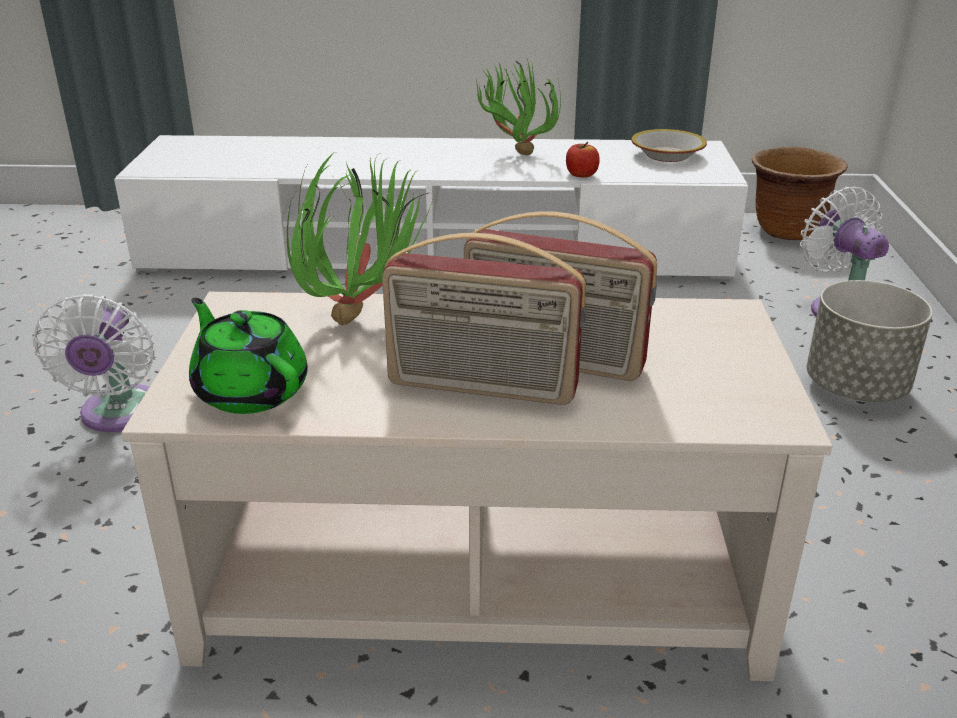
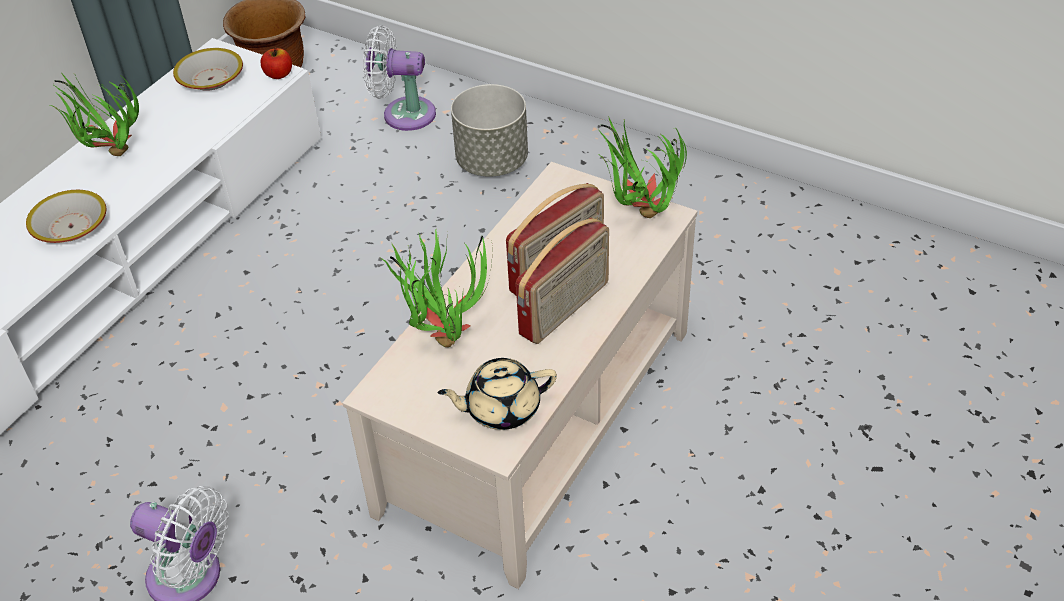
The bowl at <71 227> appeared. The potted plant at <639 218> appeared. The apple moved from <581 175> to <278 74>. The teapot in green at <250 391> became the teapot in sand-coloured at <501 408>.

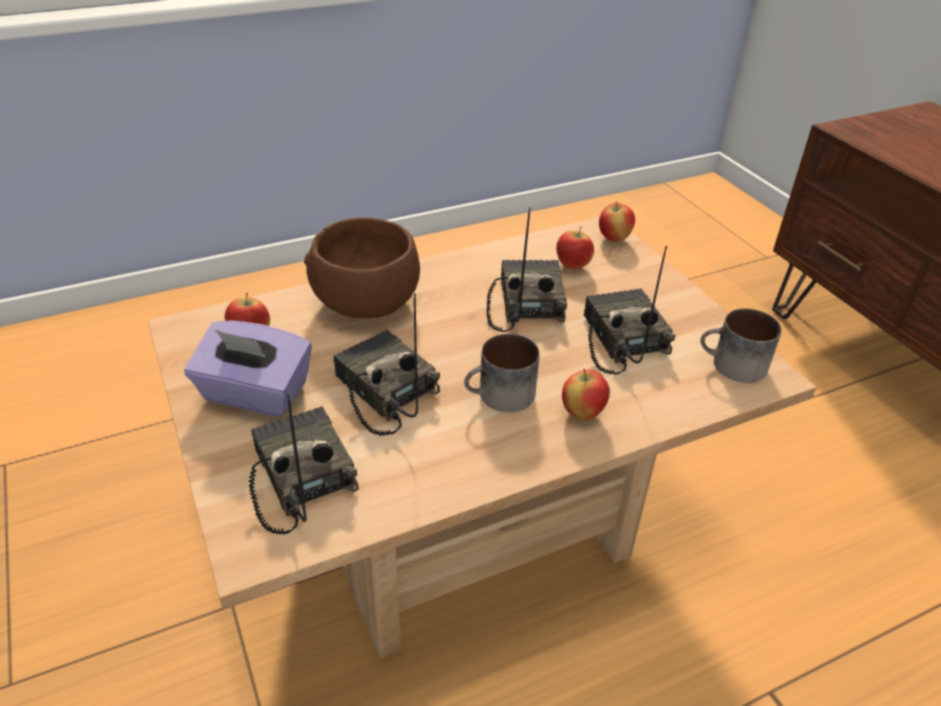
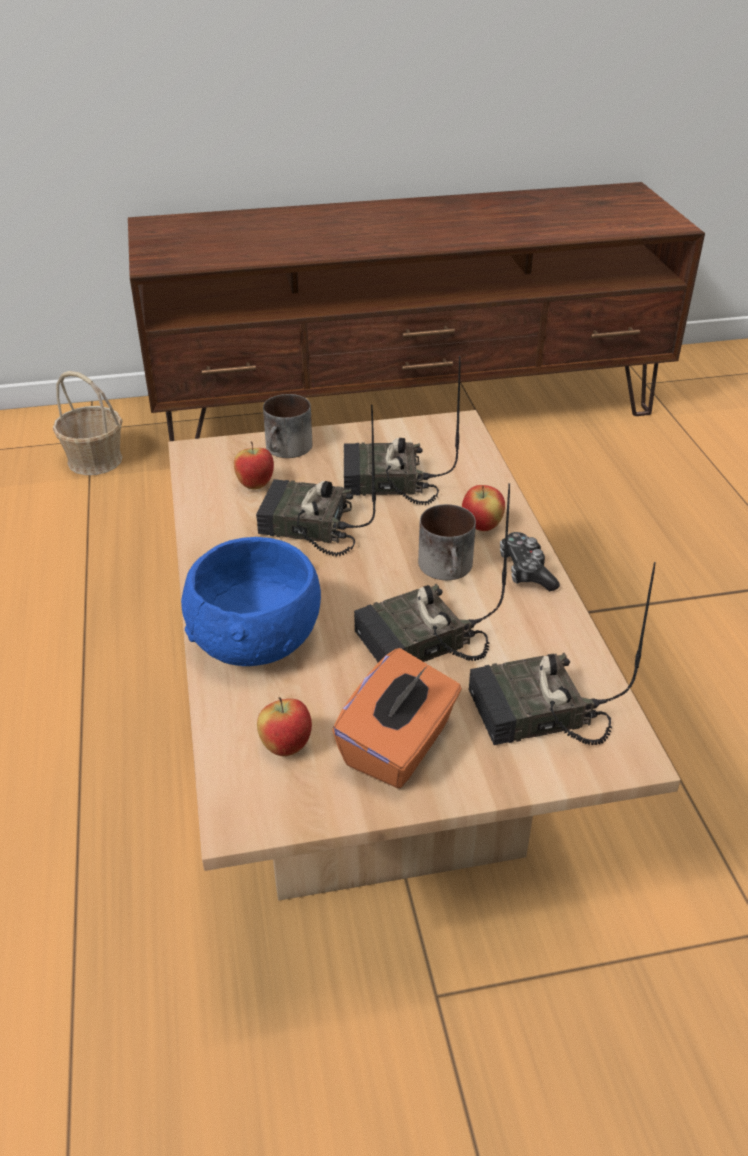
The apple at <614 239> disappeared. The household basket at <95 460> appeared. The joypad at <526 570> appeared. The coffee mug moved from <732 366> to <287 449>. The tissue box in purple at <254 394> became the tissue box in orange at <399 746>. The bowl in brown at <366 303> became the bowl in blue at <257 641>.

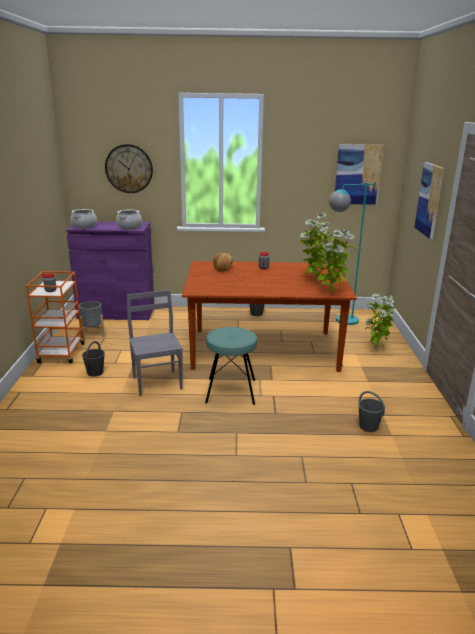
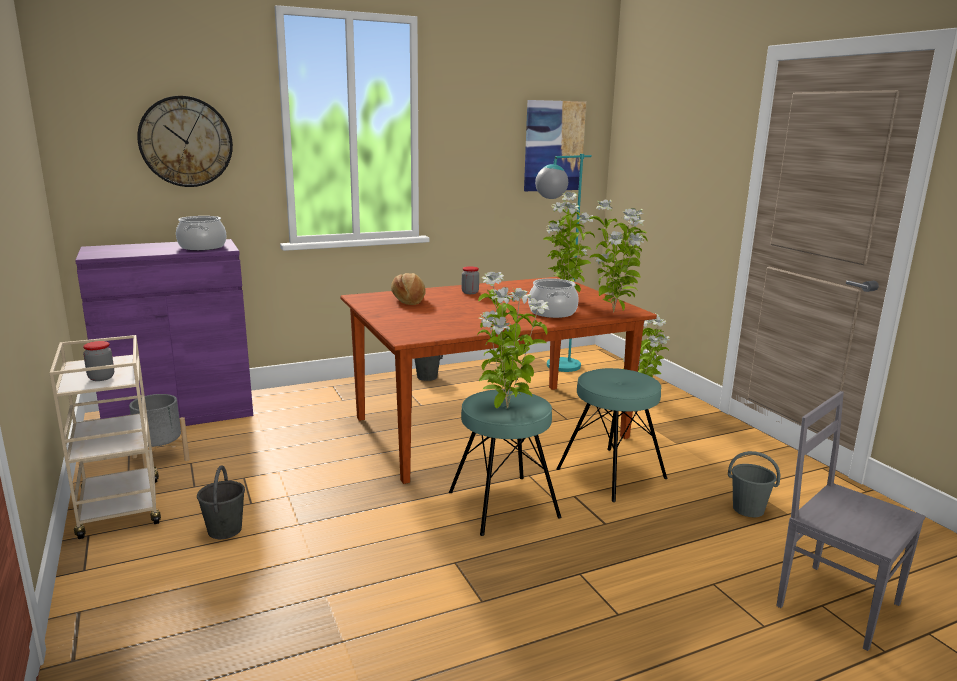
The picture at <429 199> disappeared. The potted plant at <506 409> appeared. The sitting stool in turquoise-coloured at <611 473> appeared. The stockpot moved from <84 226> to <553 312>. The chair in gray moved from <158 382> to <836 603>. The trolley in orange at <61 353> became the trolley in sand-coloured at <121 509>.

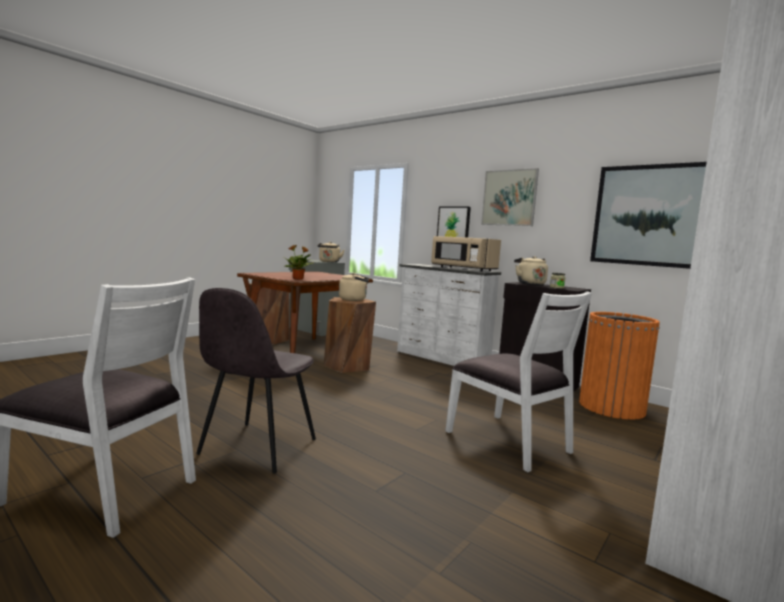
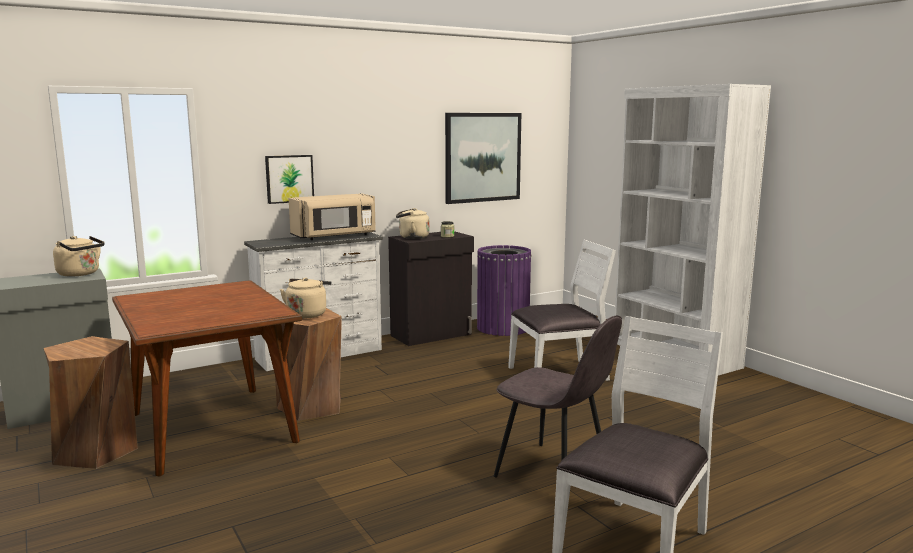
The potted plant at <298 279> disappeared. The picture at <509 198> disappeared. The waste bin in orange at <611 407> became the waste bin in purple at <503 328>.

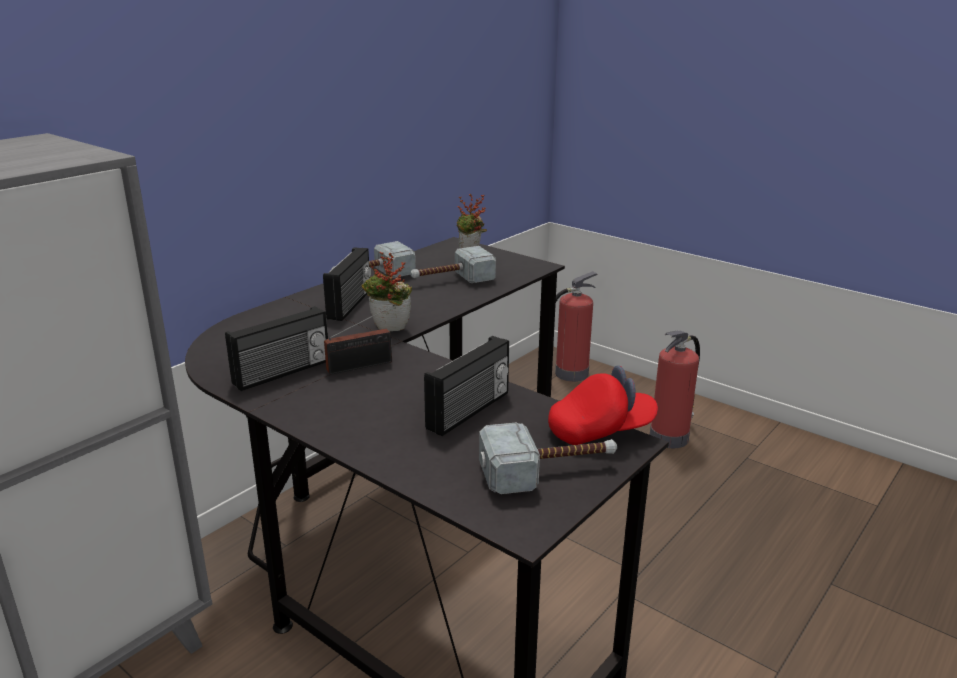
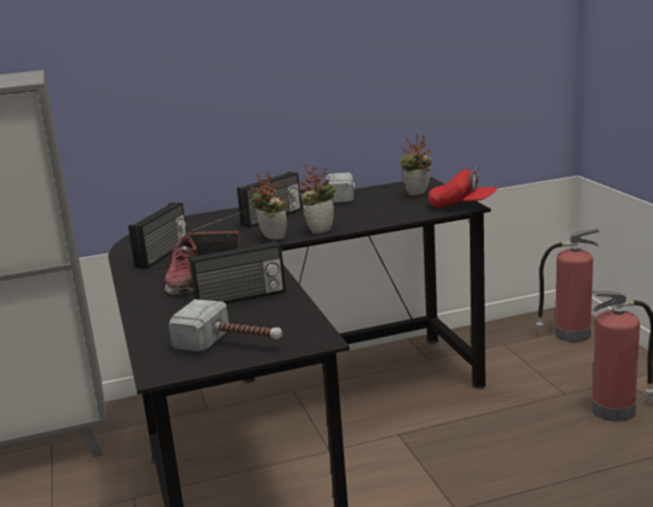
The hammer at <451 280> disappeared. The shoe at <183 281> appeared. The potted plant at <320 230> appeared. The baseball cap in red-coloured moved from <601 431> to <462 206>. The radio at <283 373> turned 60 degrees counterclockwise.

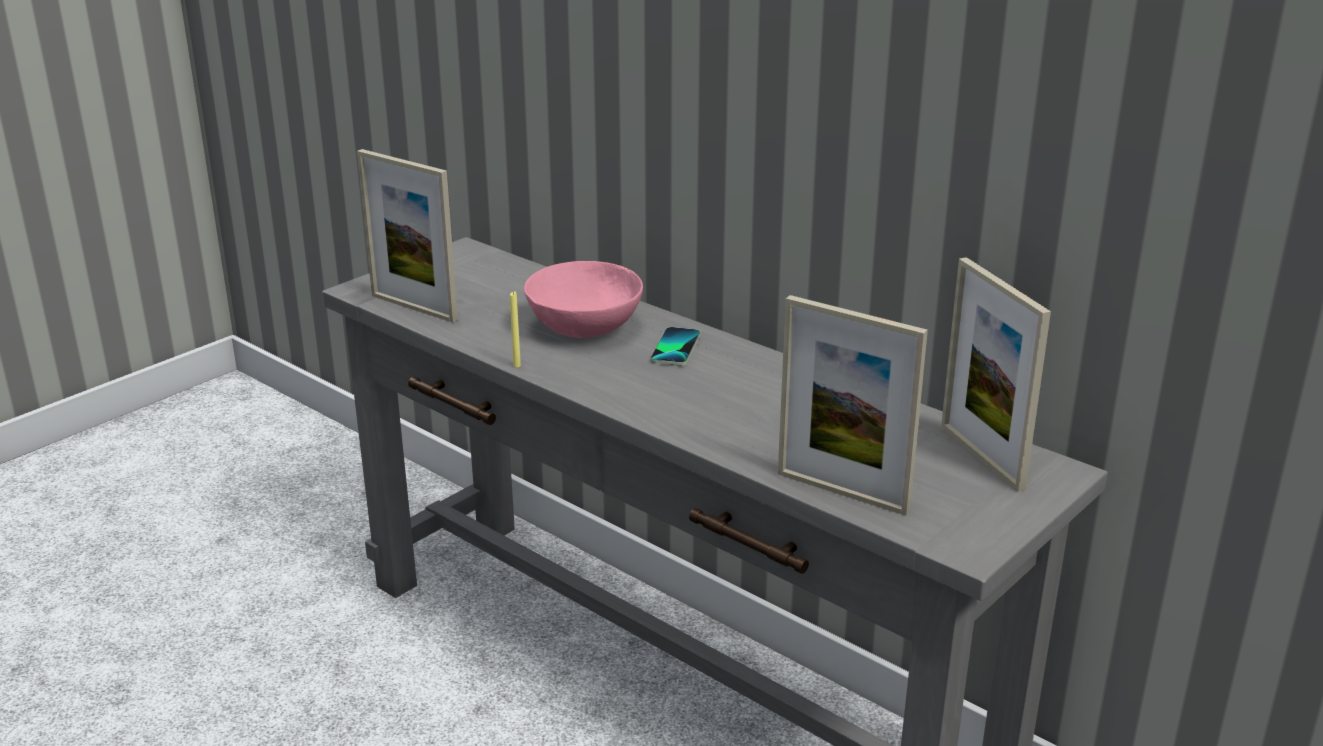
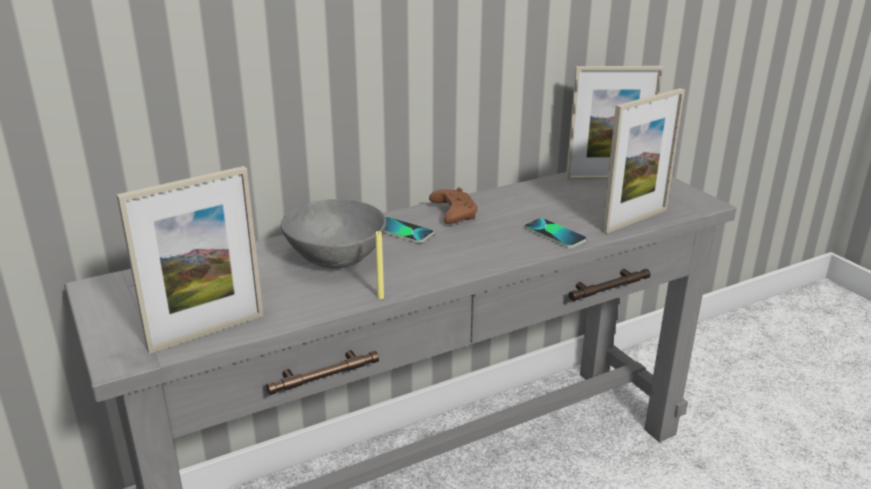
The joypad in brown at <453 214> appeared. The handset at <555 234> appeared. The bowl in pinkish at <585 329> became the bowl in gray at <336 258>.

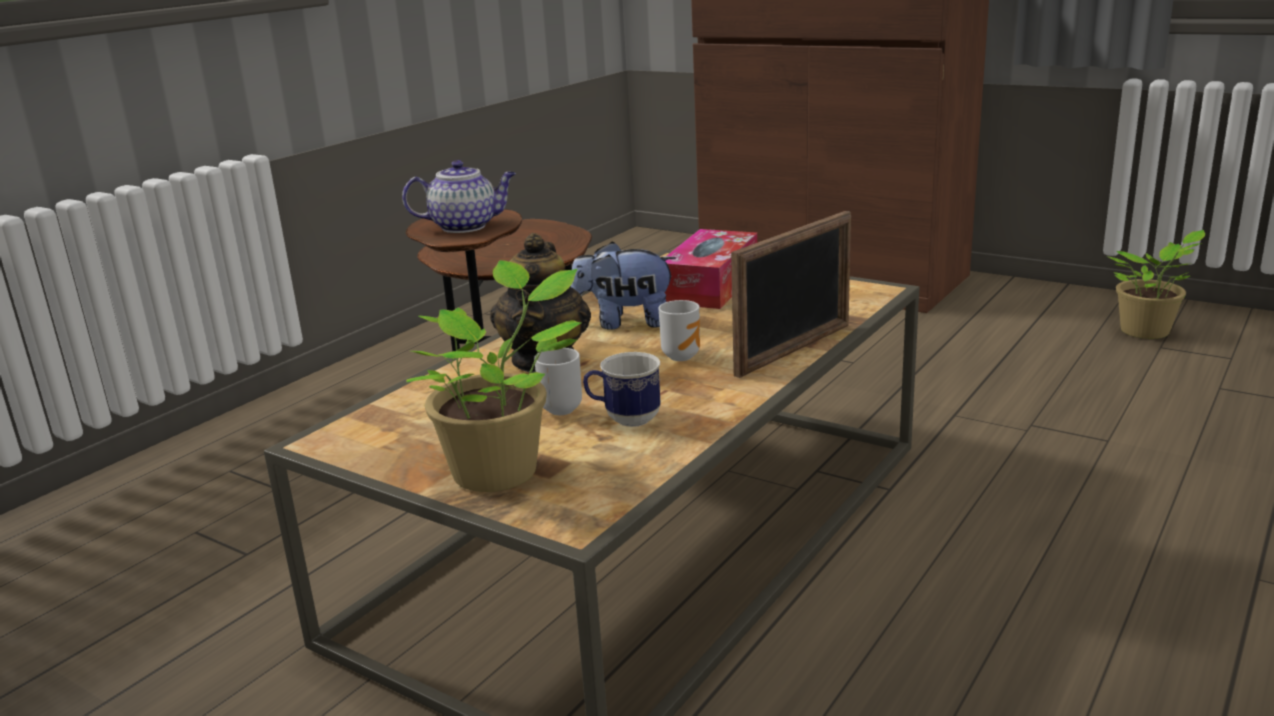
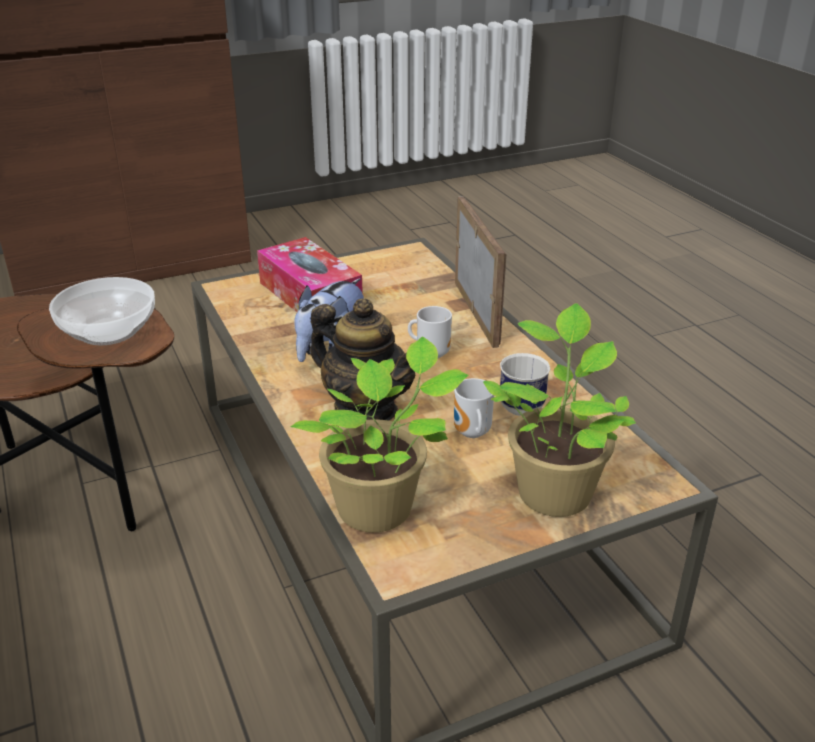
The potted plant moved from <1148 332> to <381 509>. The teapot at <466 226> was replaced by the bowl at <108 331>.

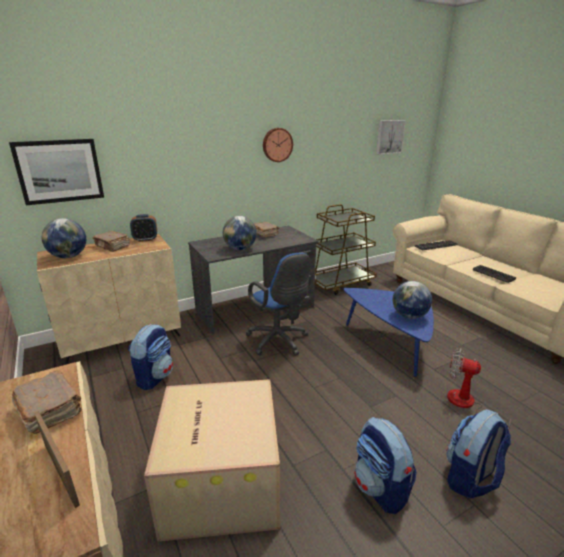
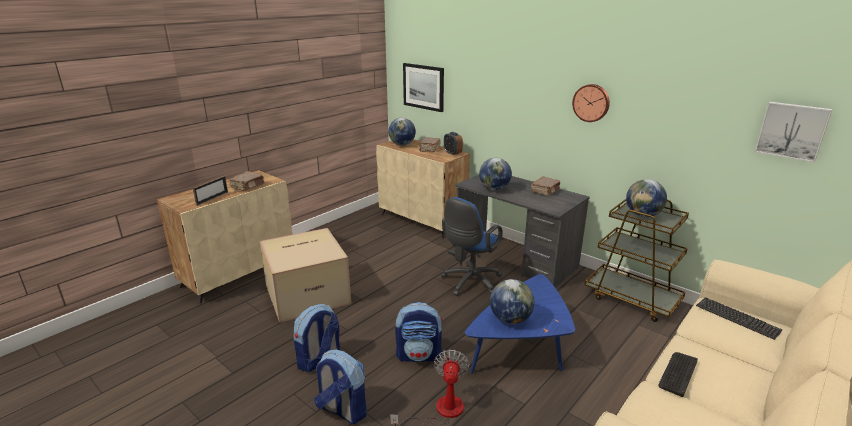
The world globe at <643 215> appeared. The backpack moved from <155 377> to <419 355>.

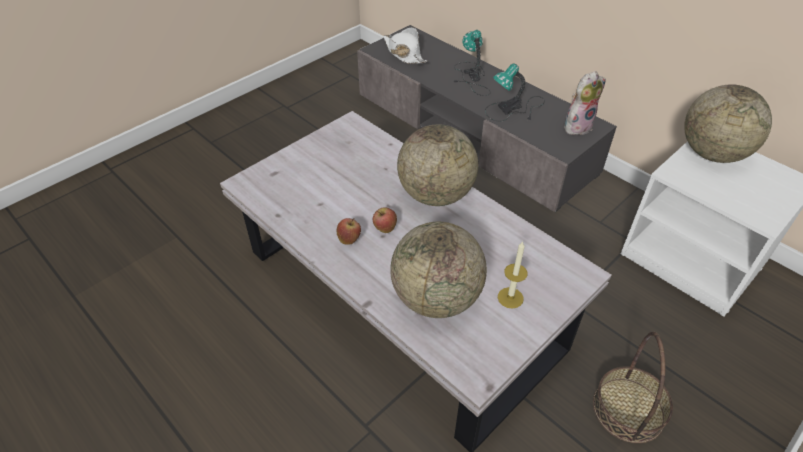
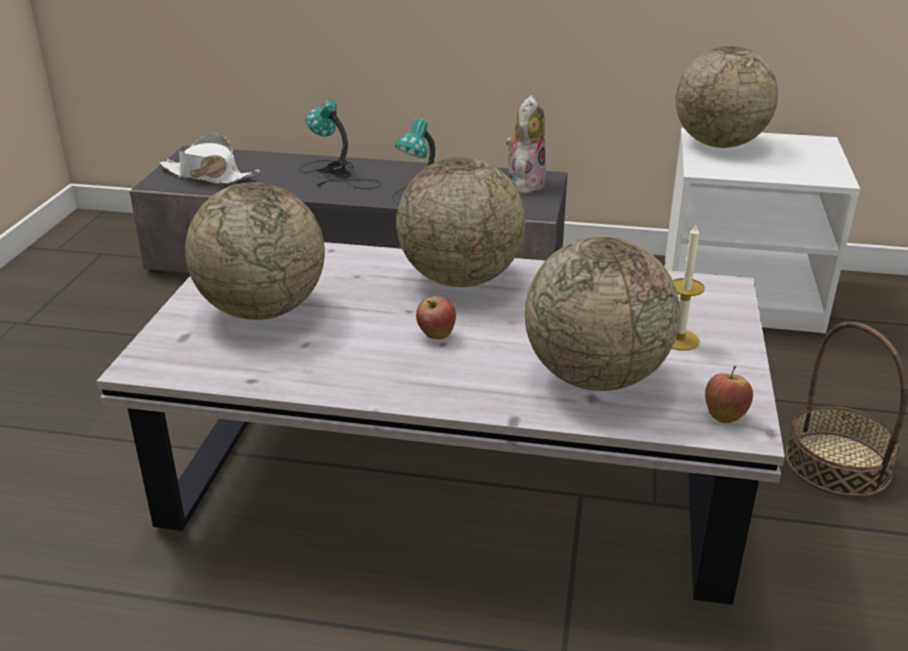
The world globe at <262 310> appeared. The apple moved from <349 239> to <724 415>.

